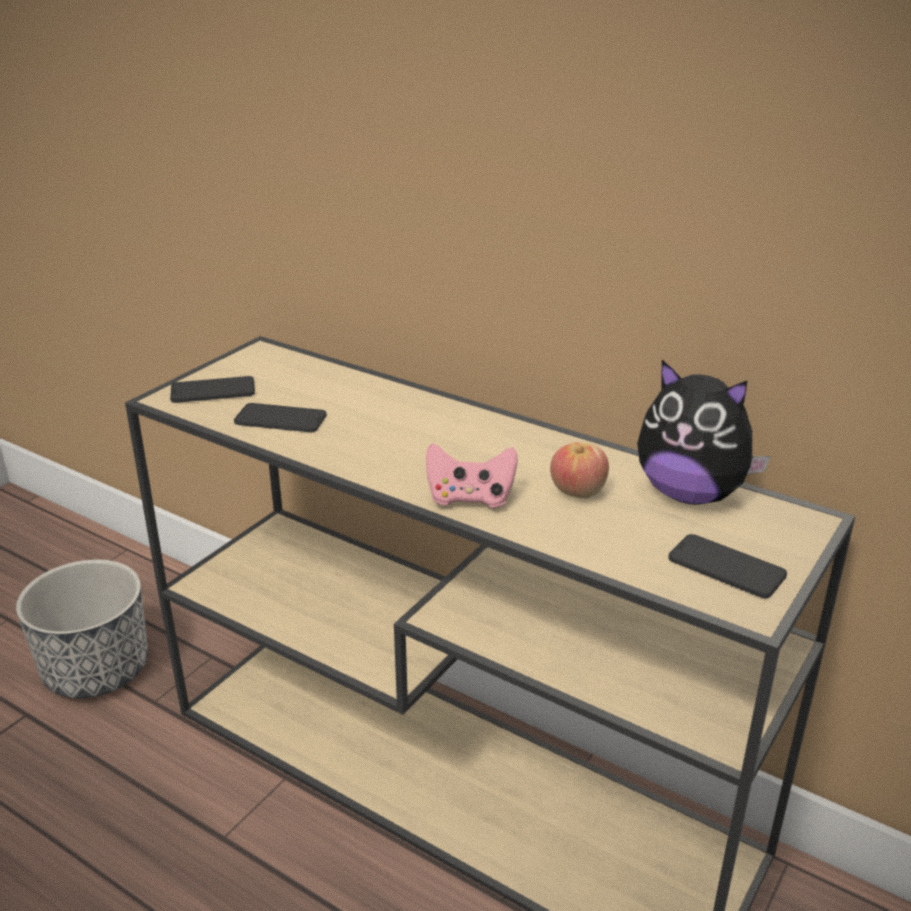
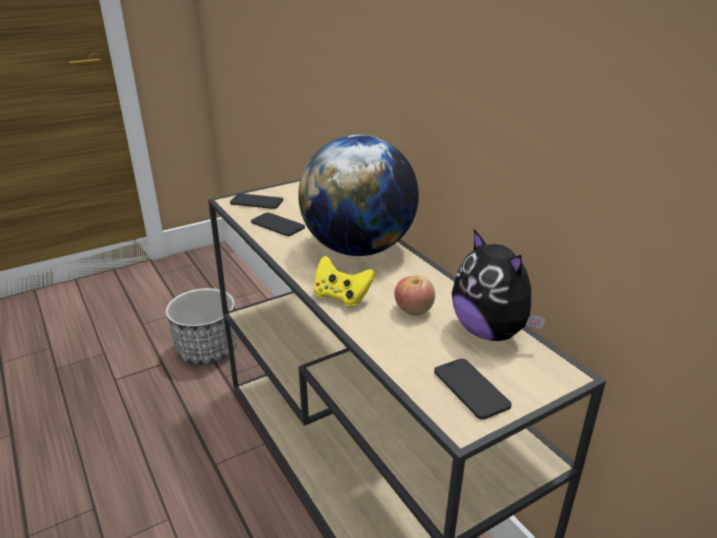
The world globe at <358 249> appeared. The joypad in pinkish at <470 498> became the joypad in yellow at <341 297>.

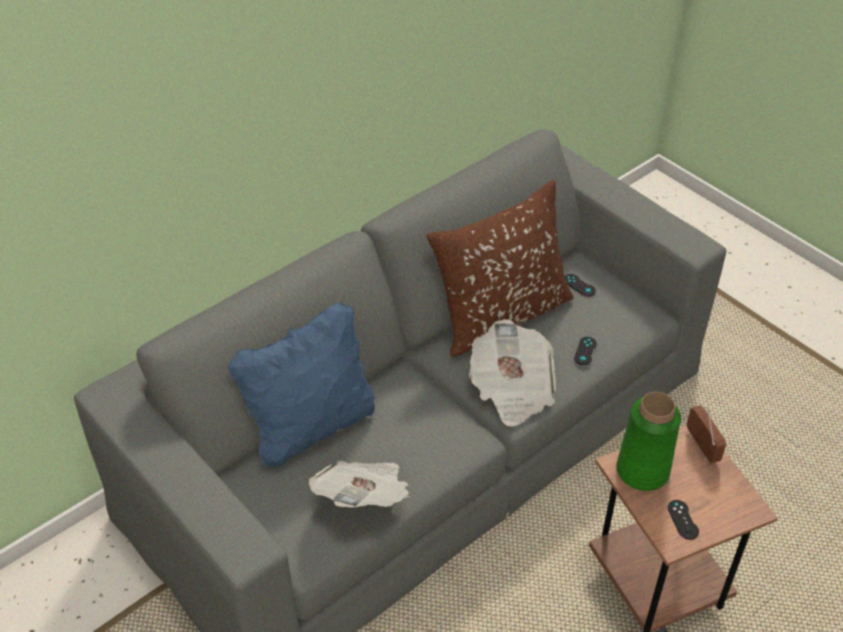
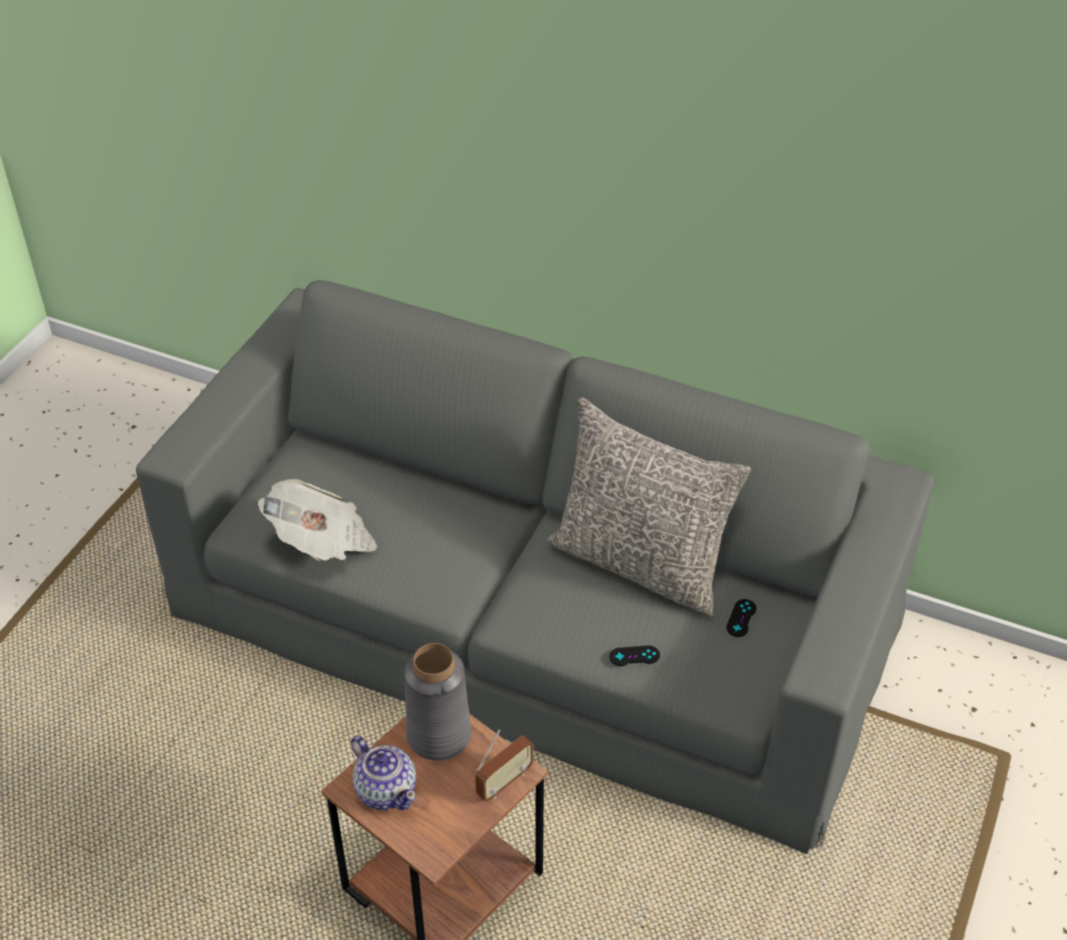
The pillow in blue at <311 428> disappeared. The daily paper at <511 390> disappeared. The joypad in black-coloured at <683 520> was replaced by the teapot at <386 790>. The pillow in brown at <501 315> became the pillow in gray at <640 563>. The decorative vase in green at <642 470> became the decorative vase in gray at <439 735>.

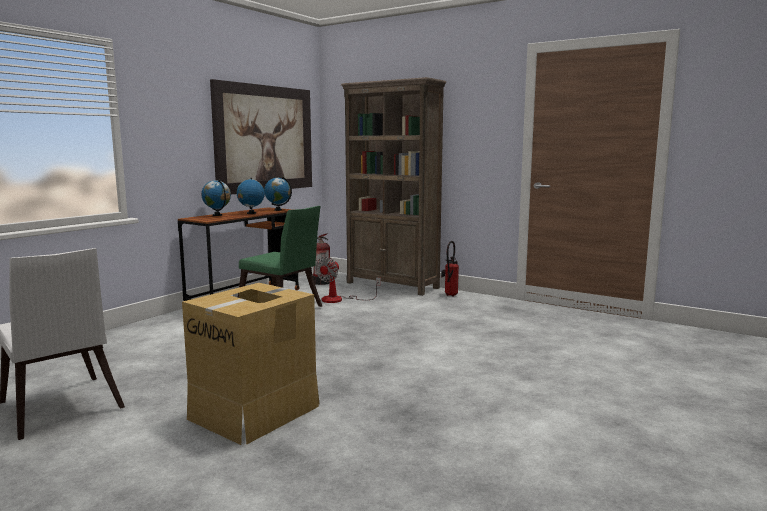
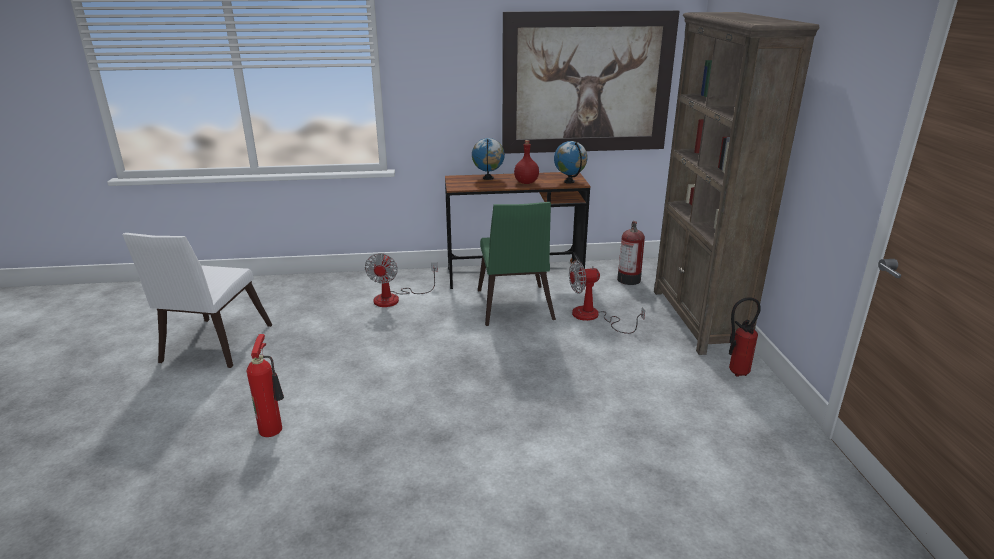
The fan at <395 298> appeared. The cardboard box at <256 412> was replaced by the fire extinguisher at <273 428>. The world globe at <251 213> was replaced by the drink bottle in red-coloured at <525 182>.

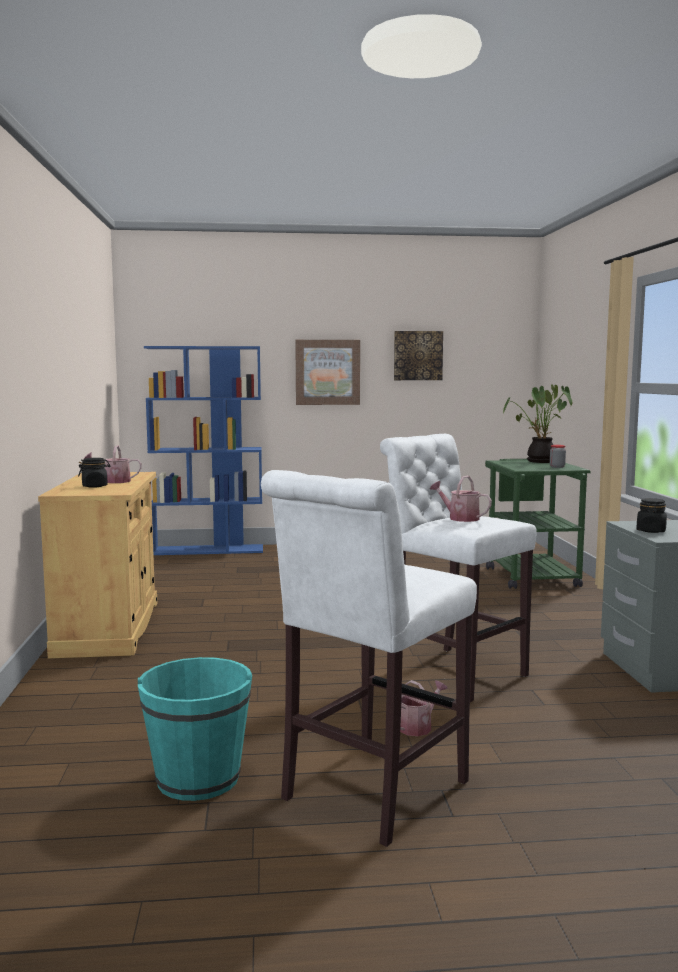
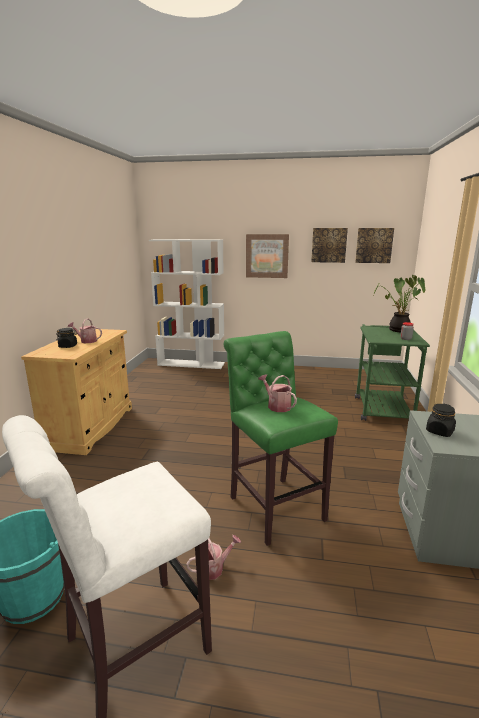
The picture at <374 245> appeared. The shelving unit in blue at <209 550> became the shelving unit in white at <191 364>. The sitting stool in white at <452 671> became the sitting stool in green at <273 505>.

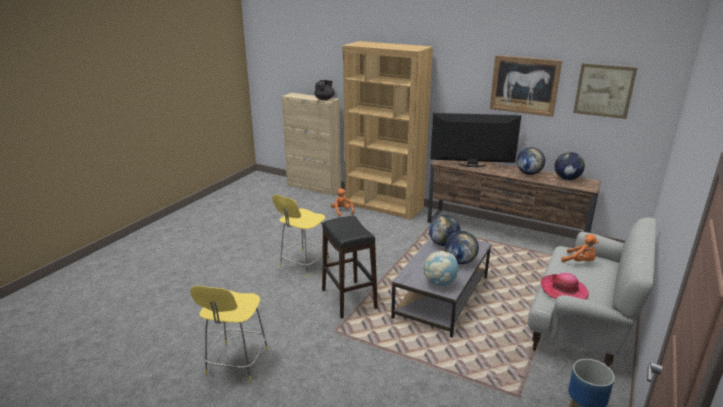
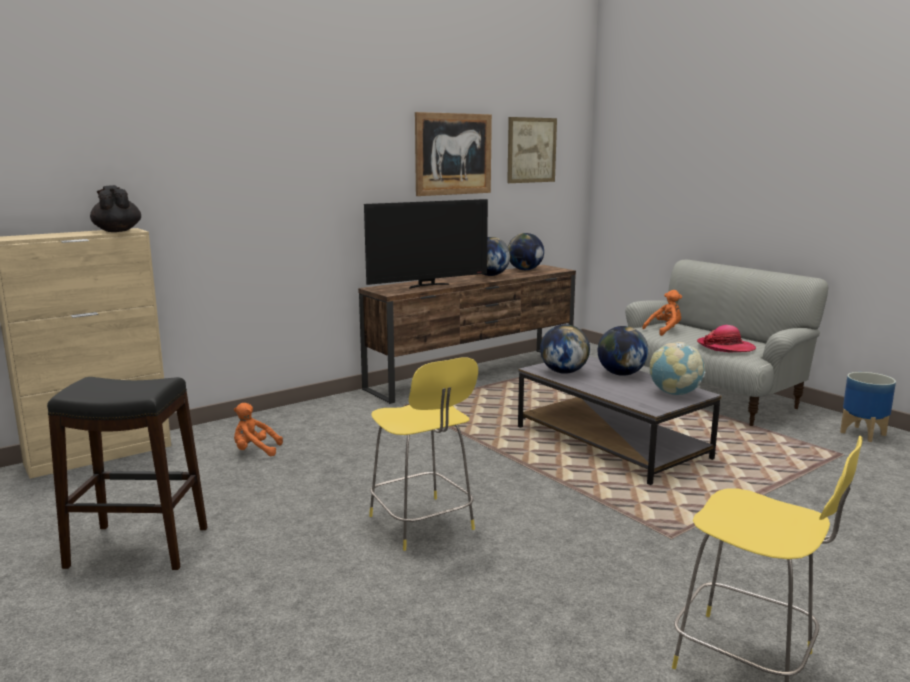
The shelving unit in brown at <384 206> disappeared. The sitting stool in black-coloured moved from <348 298> to <137 547>. The television at <472 165> turned 150 degrees counterclockwise.

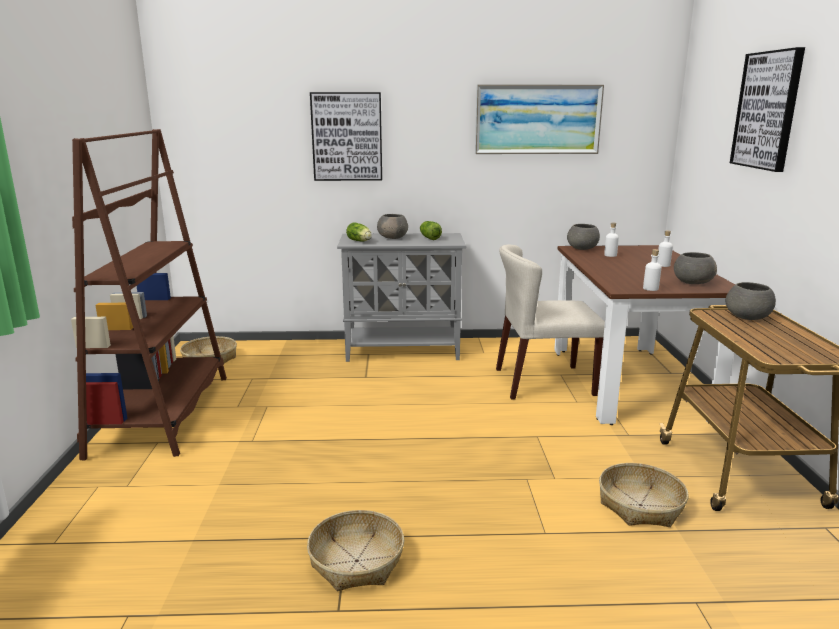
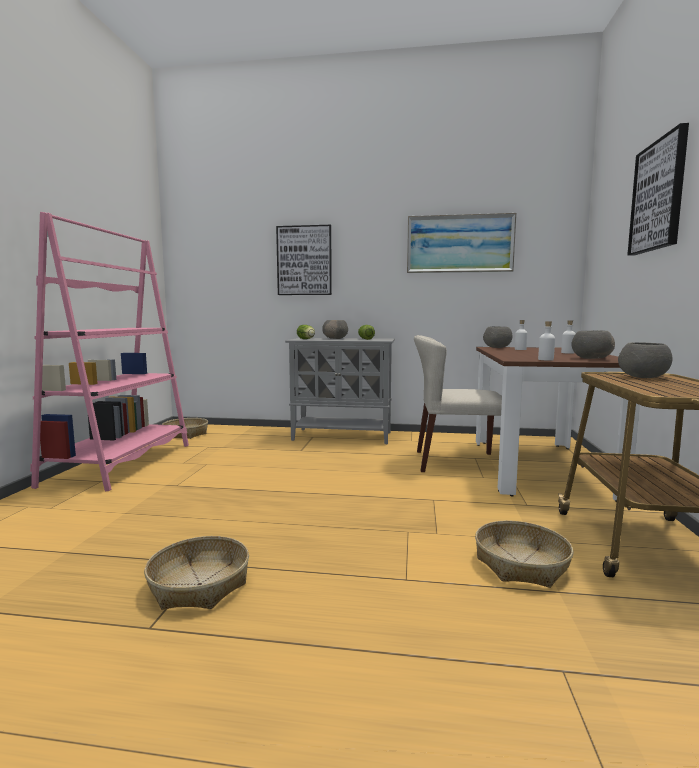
The shelving unit in brown at <163 414> became the shelving unit in pinkish at <121 464>.

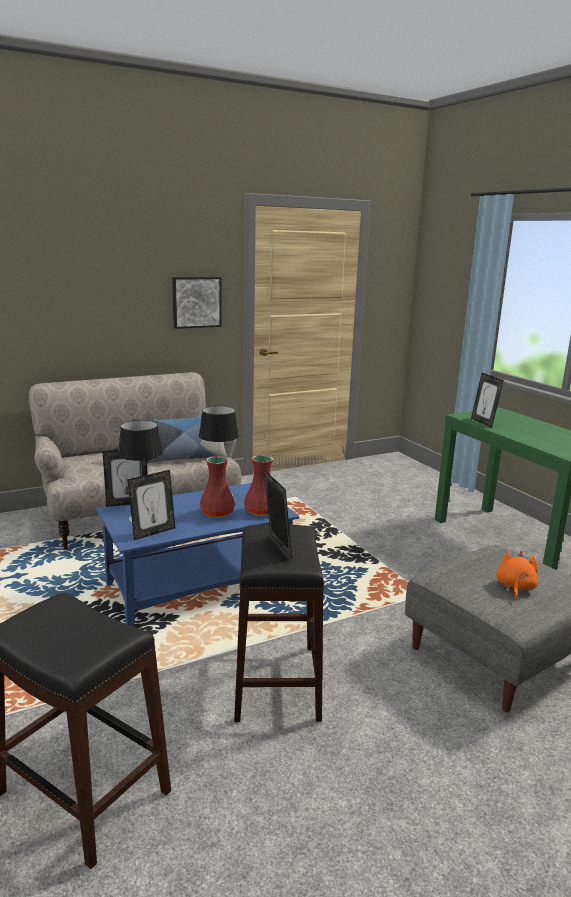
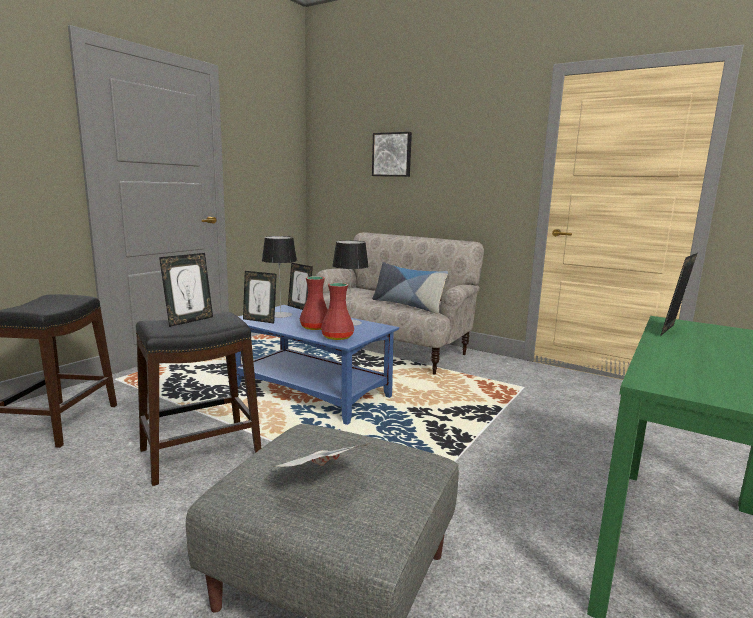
The picture moved from <196 302> to <392 154>. The soft toy in orange at <514 587> was replaced by the daily paper at <320 480>.

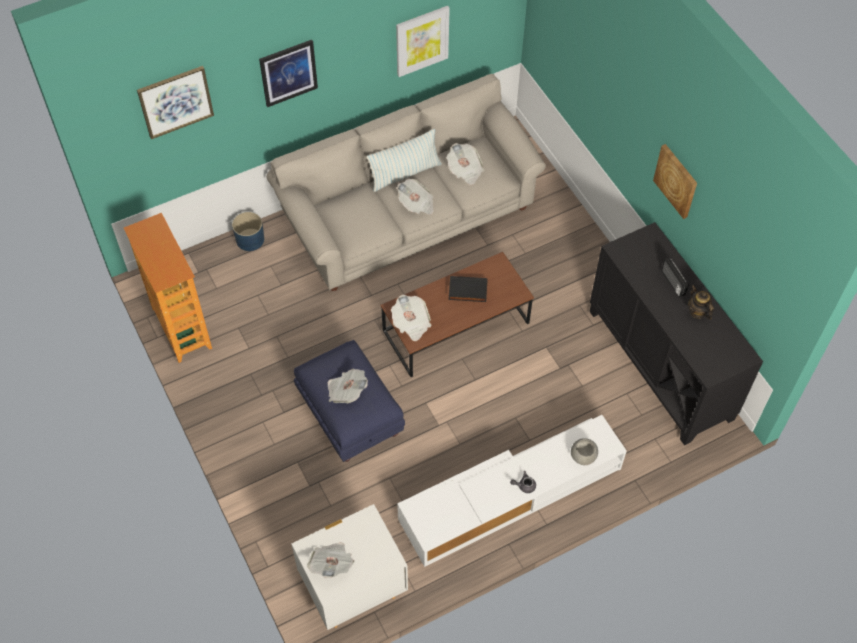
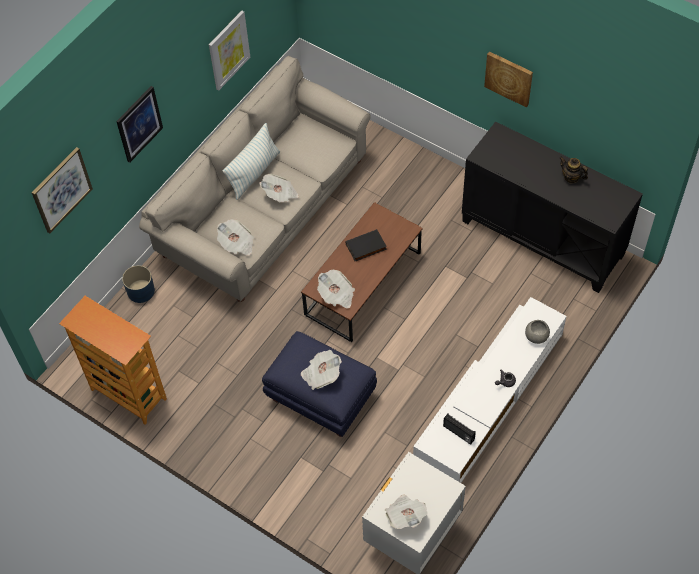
The daily paper moved from <465 170> to <237 244>. The radio moved from <672 283> to <458 433>.

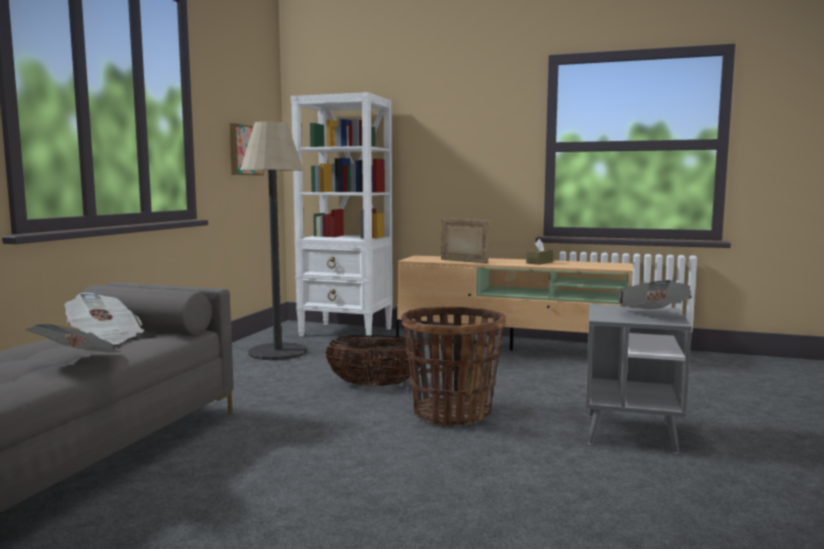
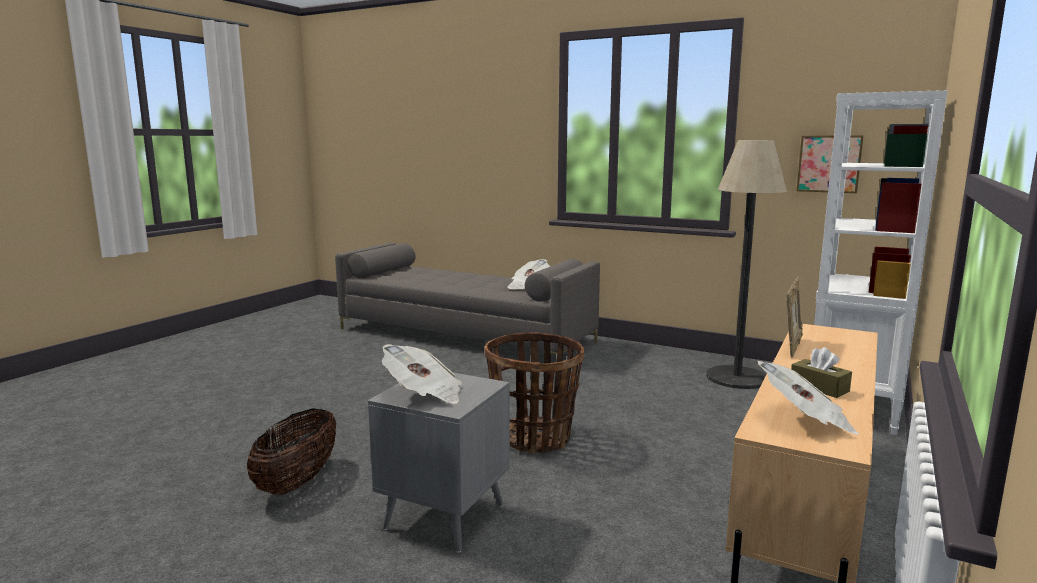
The daily paper moved from <80 362> to <805 421>. The household basket moved from <375 385> to <297 481>.

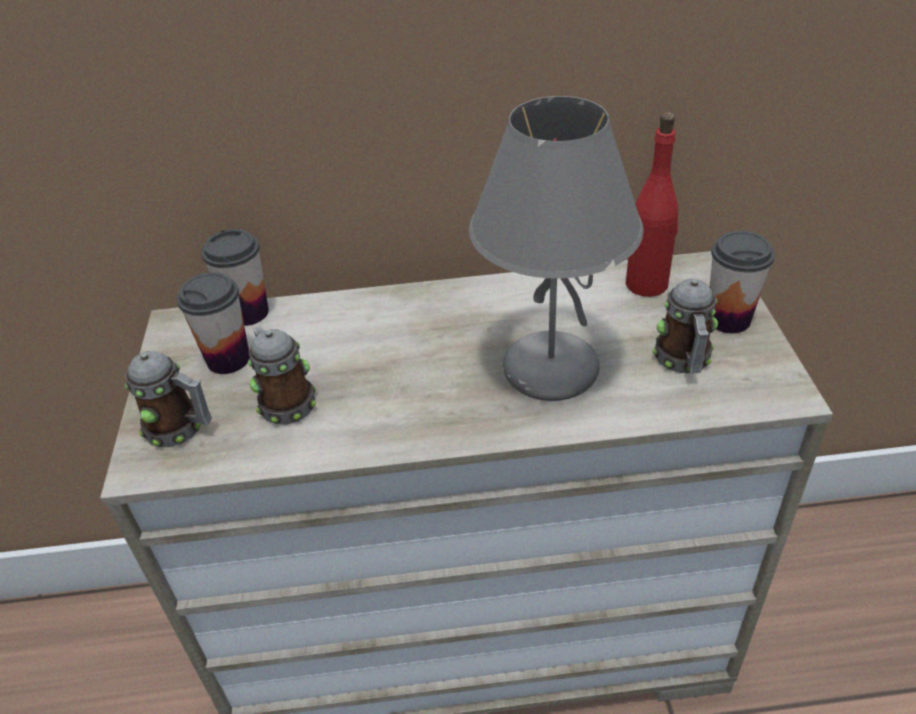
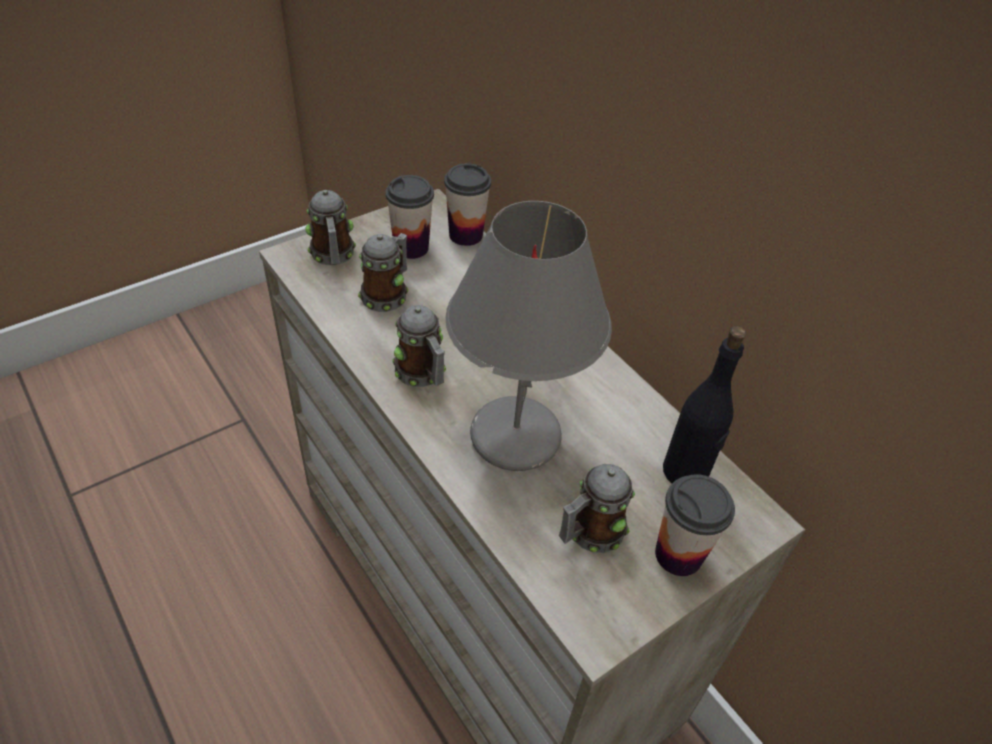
The coffee mug at <423 374> appeared. The drink bottle in red-coloured at <647 284> became the drink bottle in black-coloured at <685 472>.

